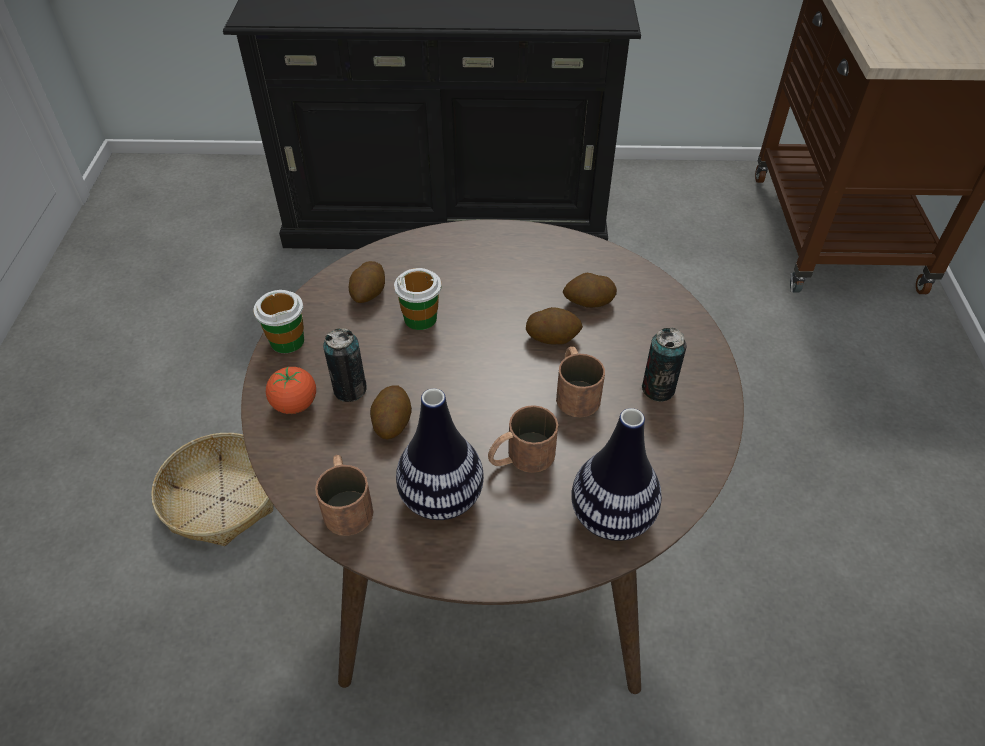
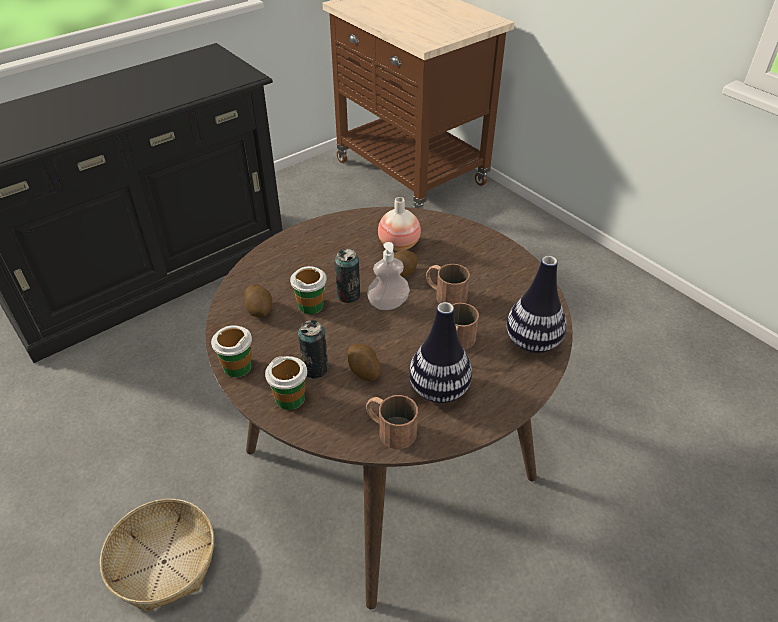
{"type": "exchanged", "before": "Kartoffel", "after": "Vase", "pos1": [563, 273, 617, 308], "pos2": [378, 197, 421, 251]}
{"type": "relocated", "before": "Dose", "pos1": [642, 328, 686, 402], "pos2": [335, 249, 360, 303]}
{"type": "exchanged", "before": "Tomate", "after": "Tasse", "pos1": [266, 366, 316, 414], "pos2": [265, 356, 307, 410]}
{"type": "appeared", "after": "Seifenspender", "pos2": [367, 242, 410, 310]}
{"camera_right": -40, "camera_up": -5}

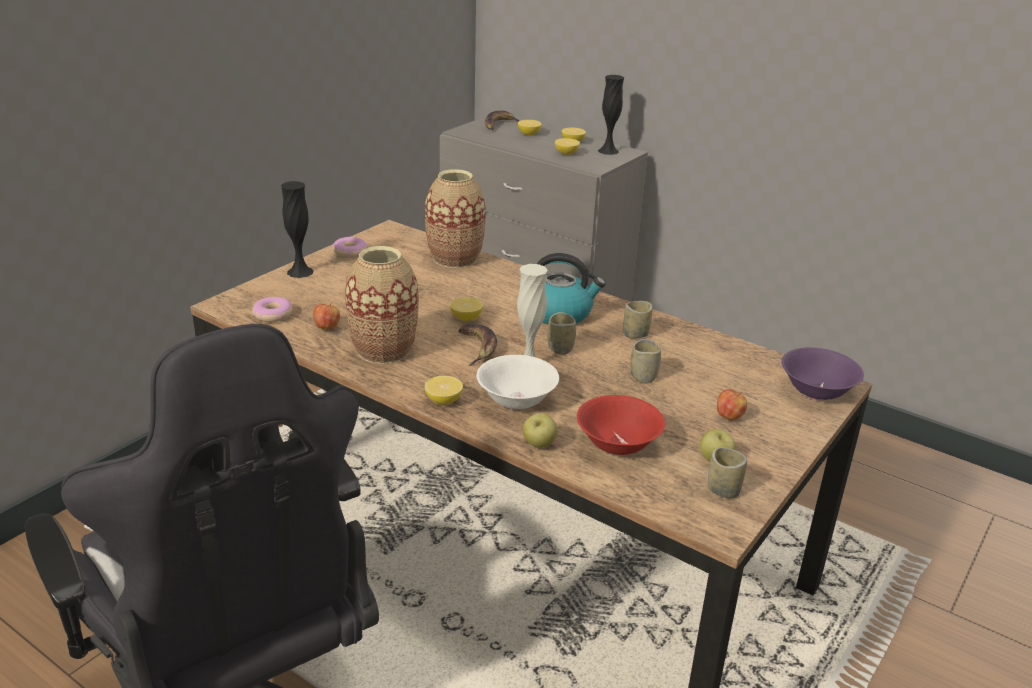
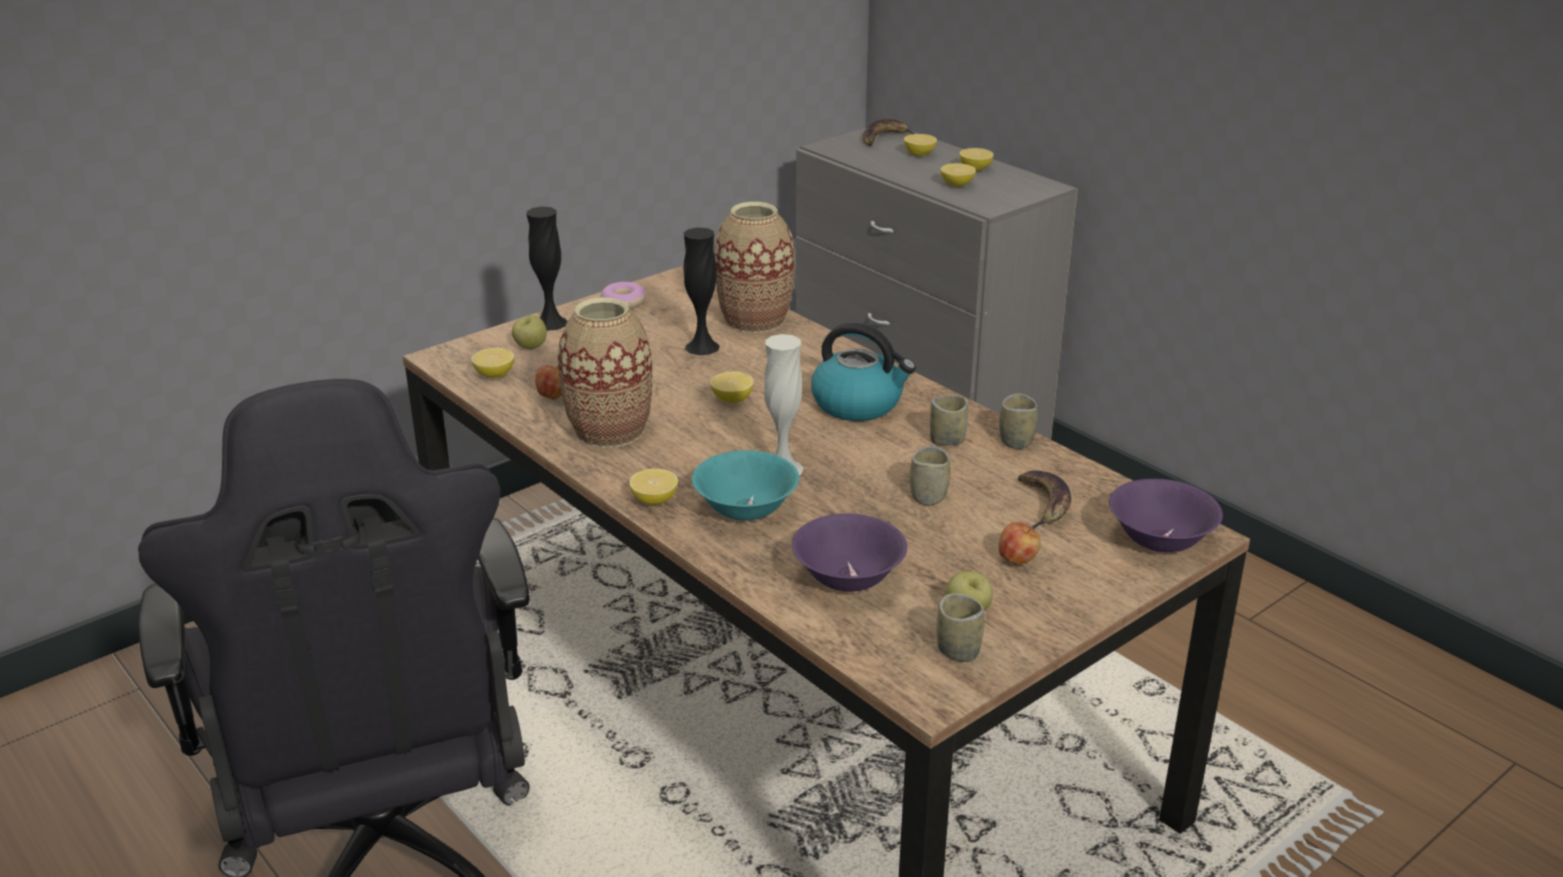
{"type": "relocated", "before": "Vase/schwarz", "pos1": [598, 75, 624, 155], "pos2": [683, 228, 720, 355]}
{"type": "exchanged", "before": "Donut", "after": "Zitrone", "pos1": [252, 297, 293, 322], "pos2": [471, 348, 514, 378]}
{"type": "relocated", "before": "Tasse", "pos1": [547, 312, 576, 355], "pos2": [999, 394, 1038, 449]}
{"type": "relocated", "before": "Banane", "pos1": [458, 324, 497, 366], "pos2": [1018, 470, 1071, 530]}
{"type": "colour", "before": "Schüssel/weiß", "after": "Schüssel/türkis", "pos1": [476, 355, 559, 410], "pos2": [692, 450, 799, 522]}
{"type": "colour", "before": "Schüssel/rot", "after": "Schüssel/lila", "pos1": [577, 395, 665, 455], "pos2": [792, 513, 907, 592]}
{"type": "relocated", "before": "Apfel", "pos1": [523, 413, 558, 448], "pos2": [512, 315, 547, 349]}
{"camera_right": 15, "camera_up": 0}

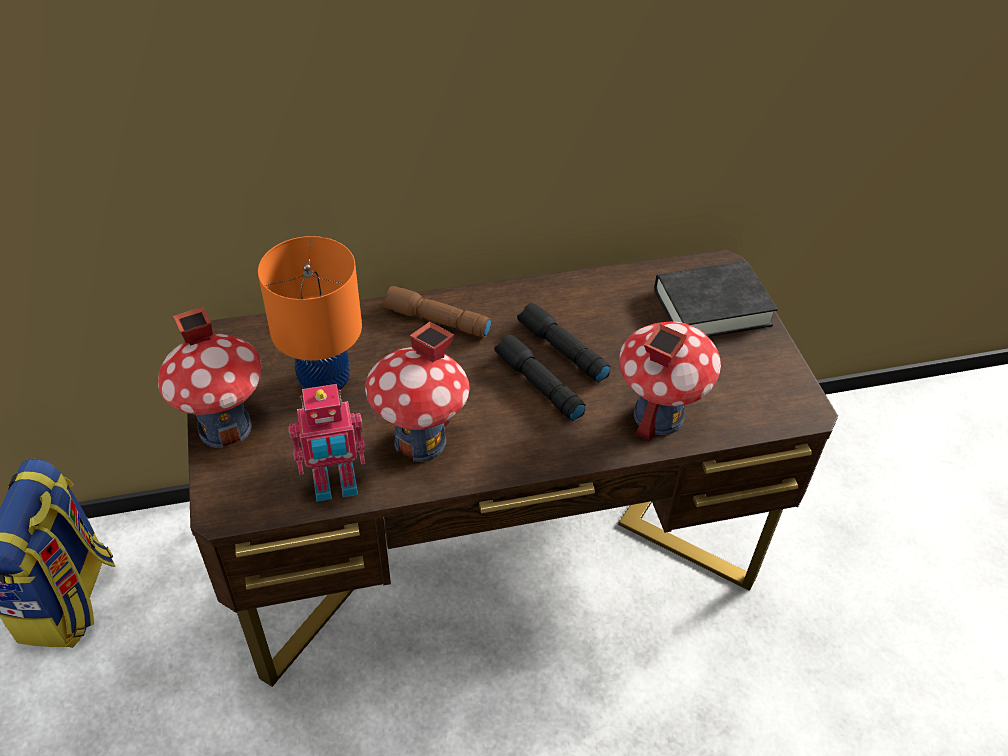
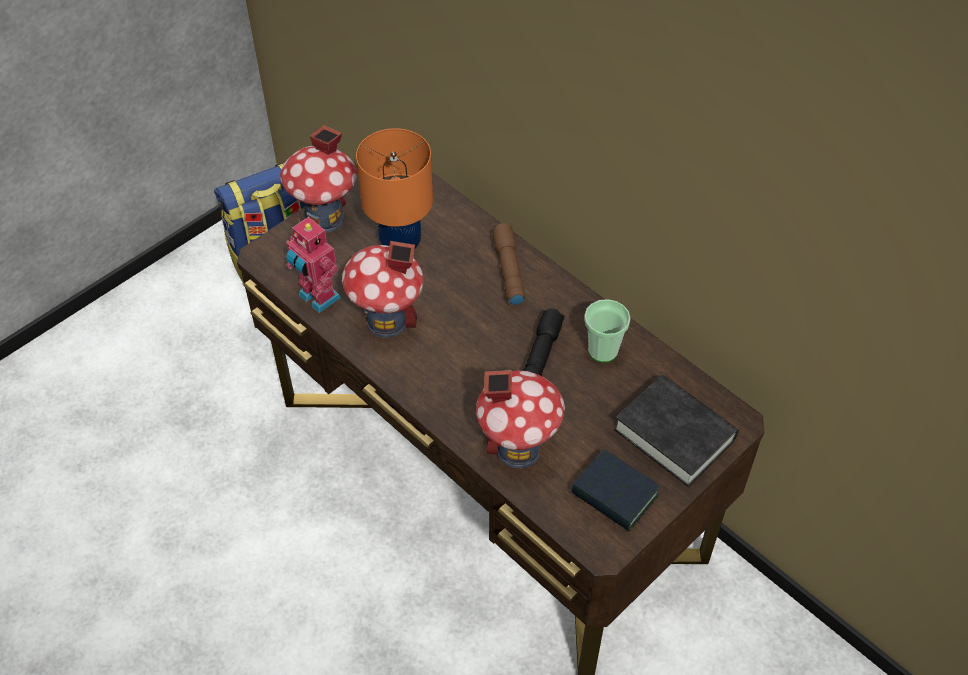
{"type": "missing", "before": "Taschenlampe/schwarz", "pos1": [494, 334, 585, 421]}
{"type": "appeared", "after": "Tasse", "pos2": [584, 299, 631, 362]}
{"type": "appeared", "after": "Buch", "pos2": [571, 450, 660, 531]}
{"camera_right": 60, "camera_up": 5}

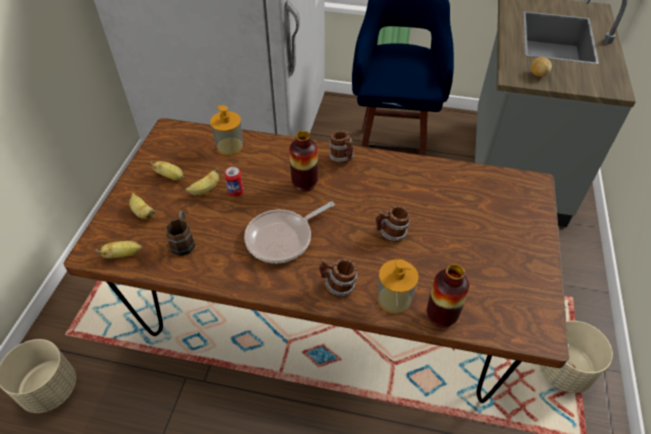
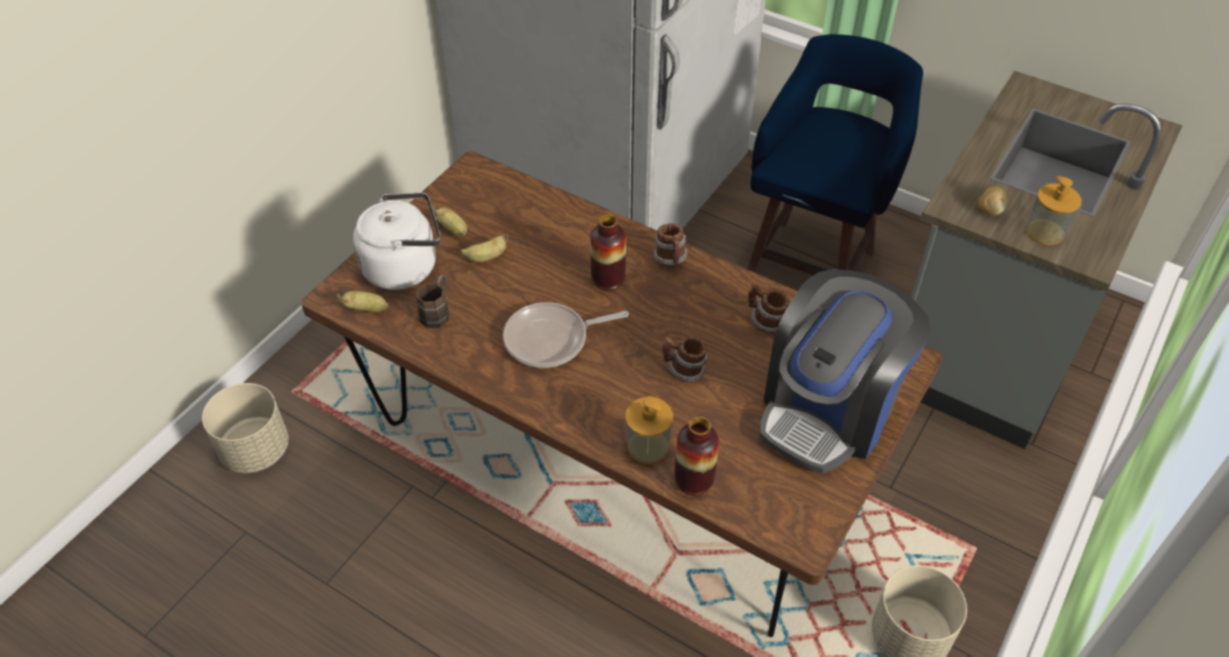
{"type": "relocated", "before": "Seifenspender", "pos1": [210, 106, 243, 155], "pos2": [1027, 176, 1082, 245]}
{"type": "missing", "before": "Dose", "pos1": [225, 167, 244, 197]}
{"type": "exchanged", "before": "Banane", "after": "Wasserkessel/weiß", "pos1": [129, 193, 155, 220], "pos2": [353, 192, 441, 290]}
{"type": "relocated", "before": "Henkelbecher", "pos1": [319, 258, 357, 297], "pos2": [748, 283, 790, 334]}
{"type": "appeared", "after": "Kaffeemaschine", "pos2": [760, 269, 931, 474]}
{"camera_right": 20, "camera_up": 0}

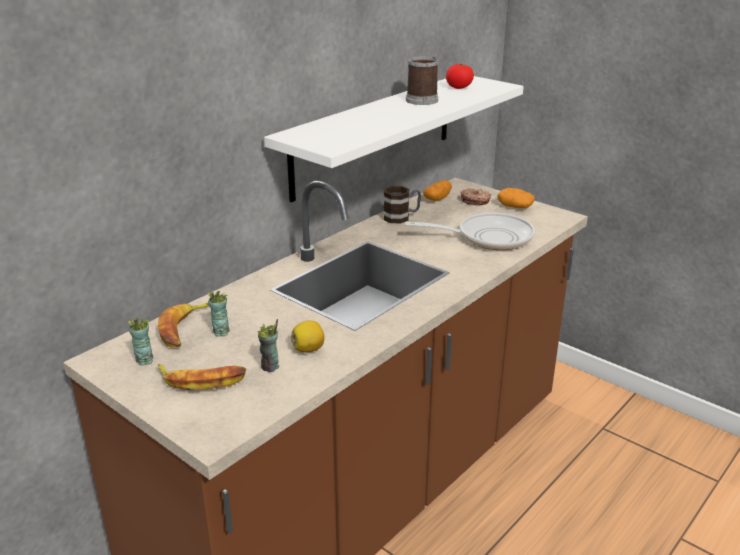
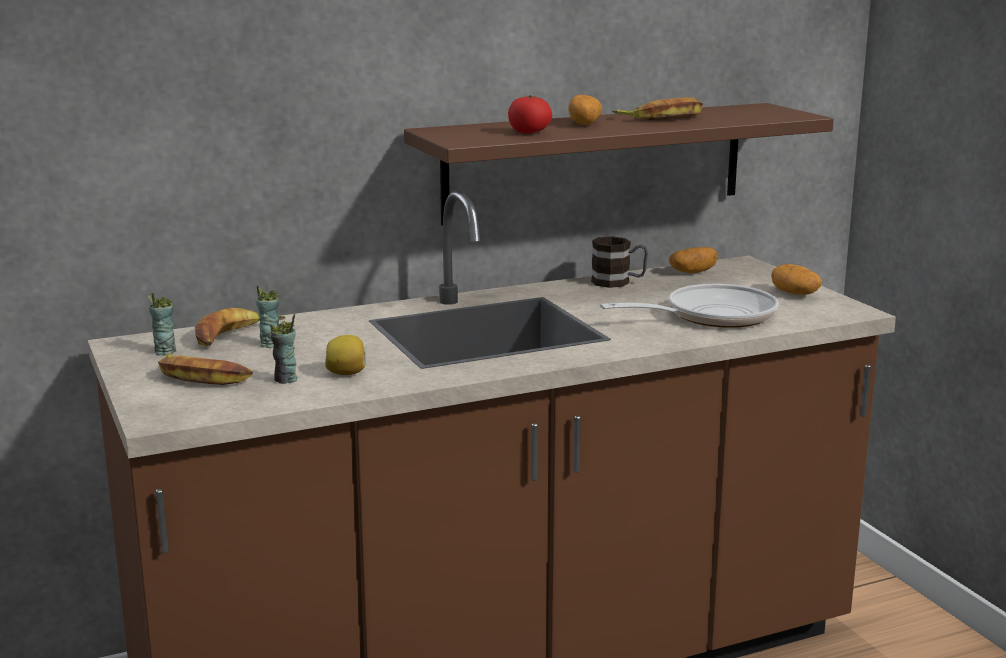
{"type": "exchanged", "before": "Henkelbecher", "after": "Banane", "pos1": [406, 57, 438, 105], "pos2": [612, 97, 703, 120]}
{"type": "relocated", "before": "Tomate", "pos1": [446, 64, 474, 89], "pos2": [508, 95, 552, 134]}
{"type": "colour", "before": "Wandregal/weiß", "after": "Wandregal/braun", "pos1": [264, 76, 524, 202], "pos2": [404, 103, 834, 226]}
{"type": "missing", "before": "Donut", "pos1": [460, 188, 491, 205]}
{"type": "spun", "before": "Pfanne", "pos1": [405, 213, 535, 250], "pos2": [600, 284, 779, 328], "turn": -45}
{"type": "appeared", "after": "Kartoffel", "pos2": [568, 95, 603, 125]}
{"camera_right": 25, "camera_up": -10}

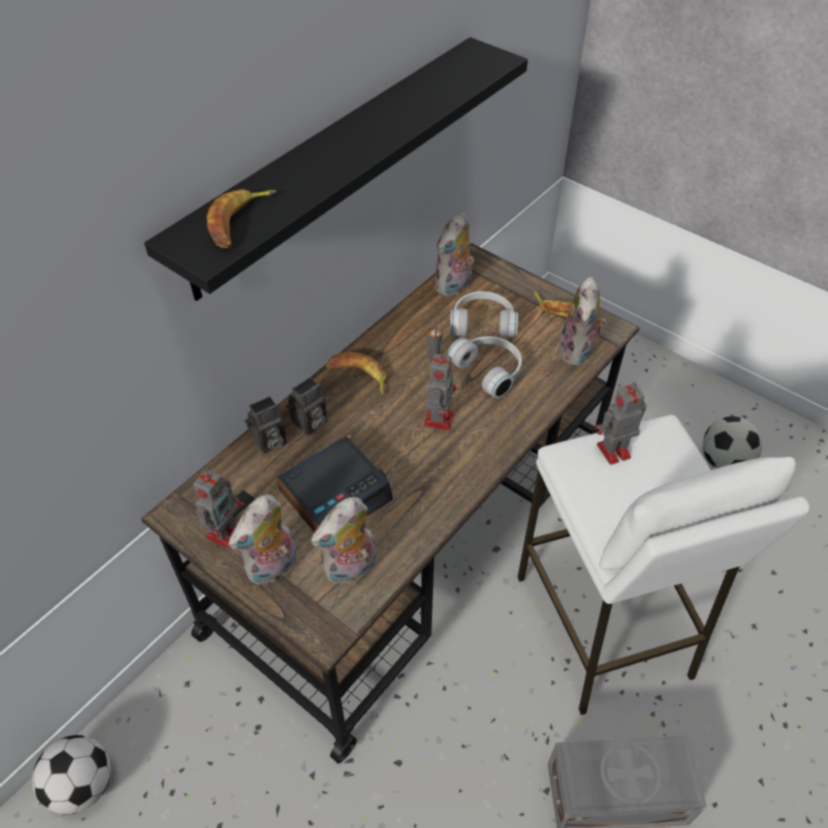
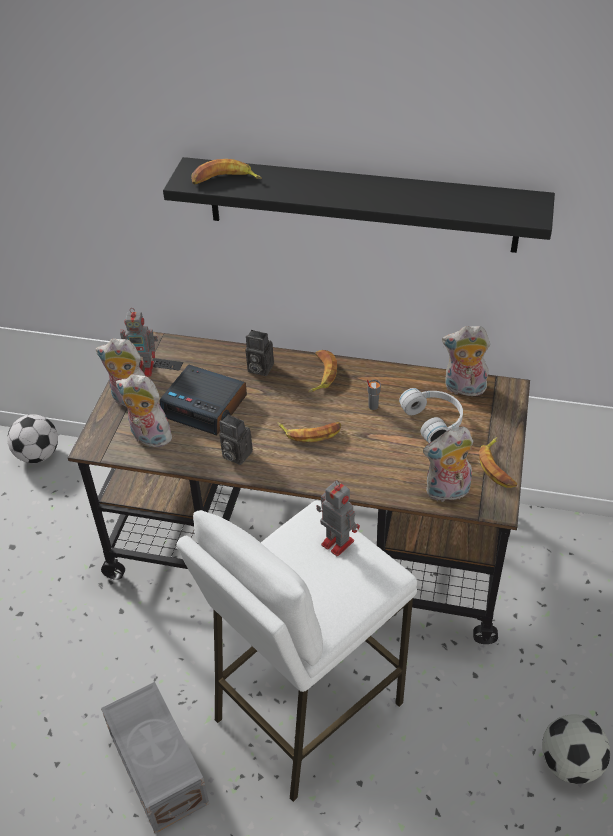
{"type": "missing", "before": "Kopfhörer/weiß", "pos1": [448, 336, 522, 398]}
{"type": "exchanged", "before": "Spielzeugroboter", "after": "Banane", "pos1": [424, 352, 456, 431], "pos2": [277, 422, 341, 442]}
{"type": "relocated", "before": "Kamera", "pos1": [244, 396, 287, 454], "pos2": [219, 414, 253, 465]}
{"camera_right": 65, "camera_up": -5}

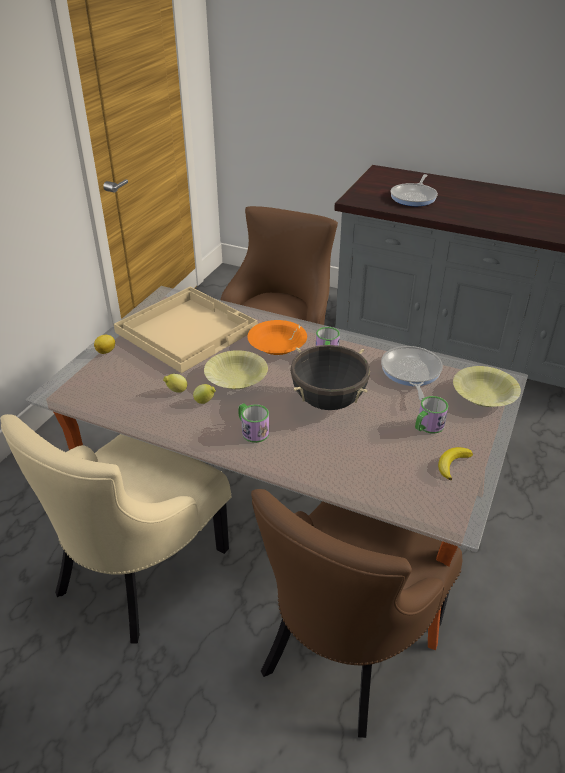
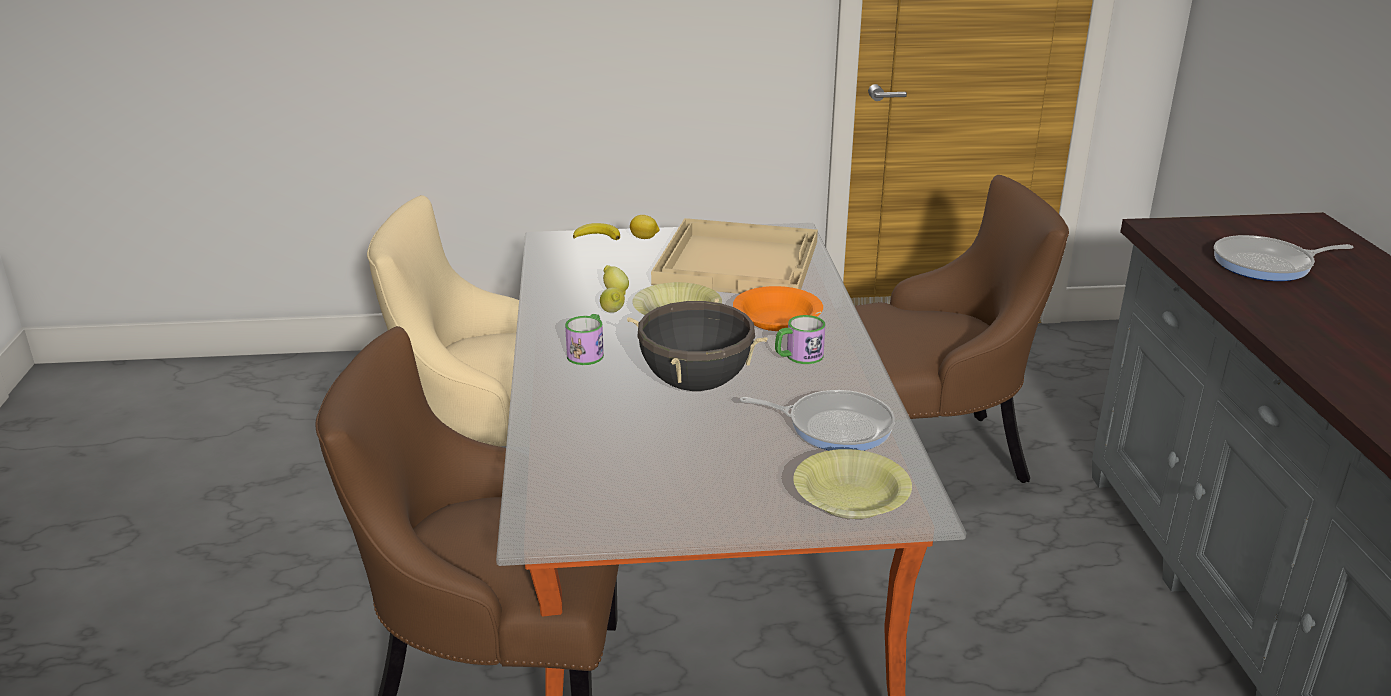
{"type": "spun", "before": "Pfanne", "pos1": [381, 346, 443, 401], "pos2": [740, 390, 895, 451], "turn": 45}
{"type": "missing", "before": "Henkelbecher", "pos1": [415, 396, 448, 434]}
{"type": "relocated", "before": "Banane", "pos1": [438, 447, 473, 480], "pos2": [573, 223, 620, 240]}
{"camera_right": 60, "camera_up": -10}

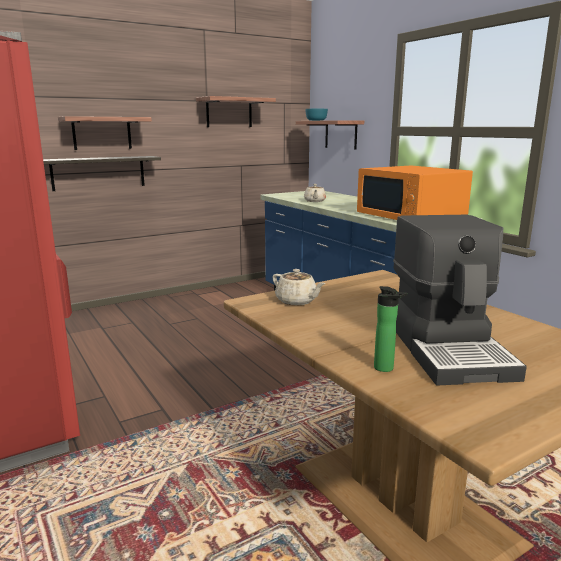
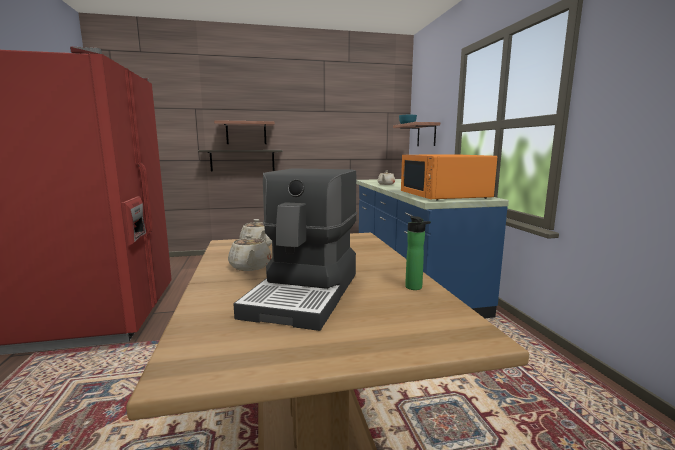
{"type": "missing", "before": "Wandregal", "pos1": [196, 96, 276, 127]}
{"type": "relocated", "before": "Flasche", "pos1": [374, 286, 407, 372], "pos2": [405, 216, 431, 290]}
{"type": "appeared", "after": "Teekanne/beige", "pos2": [228, 234, 271, 271]}
{"camera_right": 20, "camera_up": -5}

